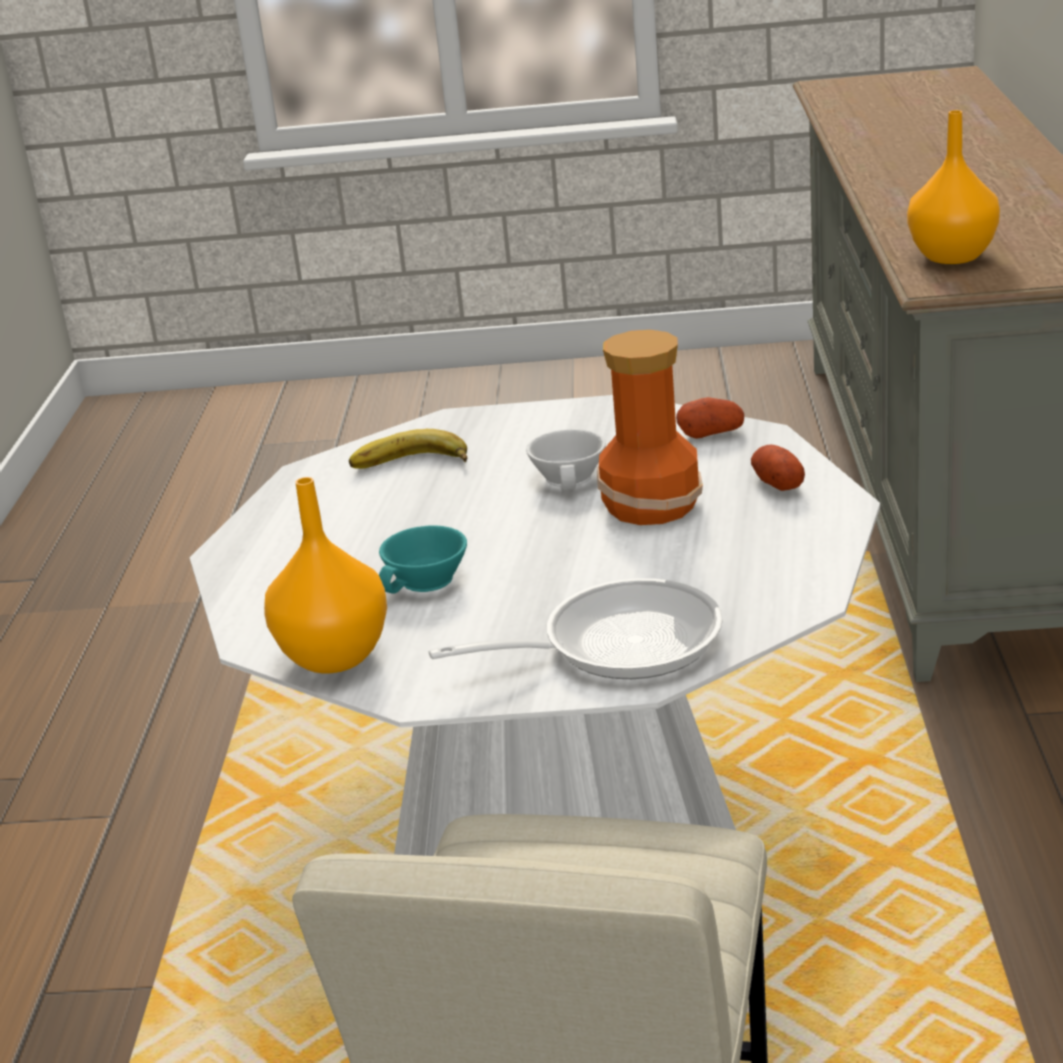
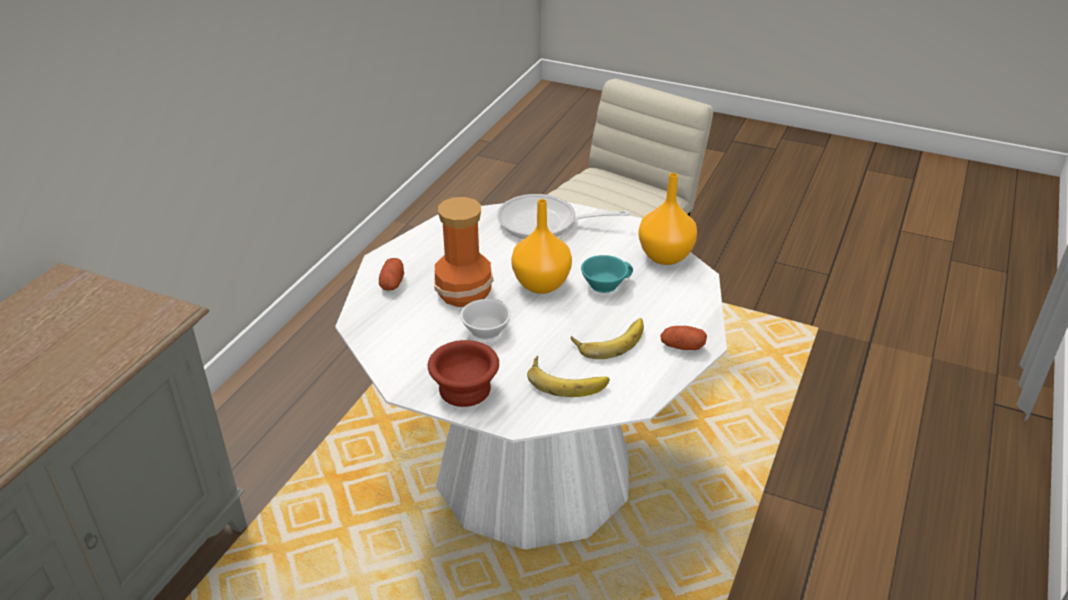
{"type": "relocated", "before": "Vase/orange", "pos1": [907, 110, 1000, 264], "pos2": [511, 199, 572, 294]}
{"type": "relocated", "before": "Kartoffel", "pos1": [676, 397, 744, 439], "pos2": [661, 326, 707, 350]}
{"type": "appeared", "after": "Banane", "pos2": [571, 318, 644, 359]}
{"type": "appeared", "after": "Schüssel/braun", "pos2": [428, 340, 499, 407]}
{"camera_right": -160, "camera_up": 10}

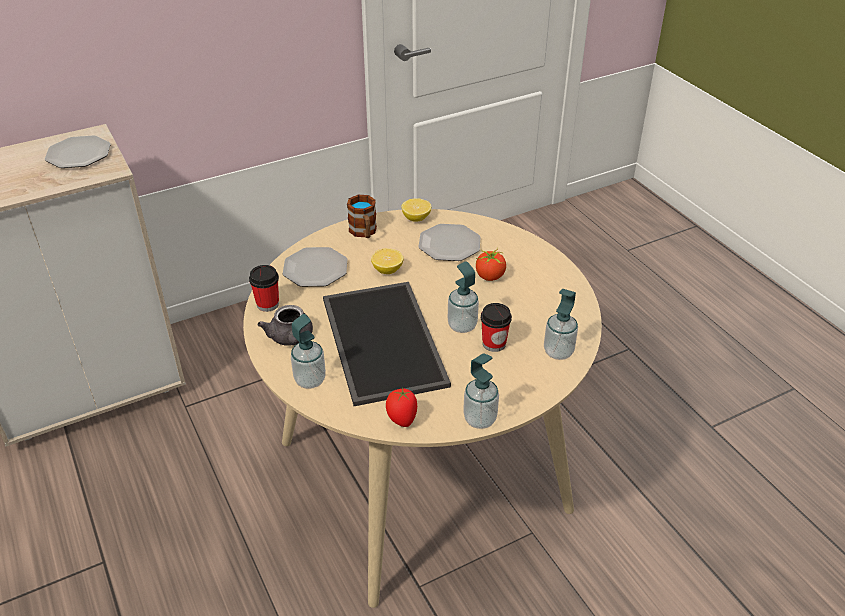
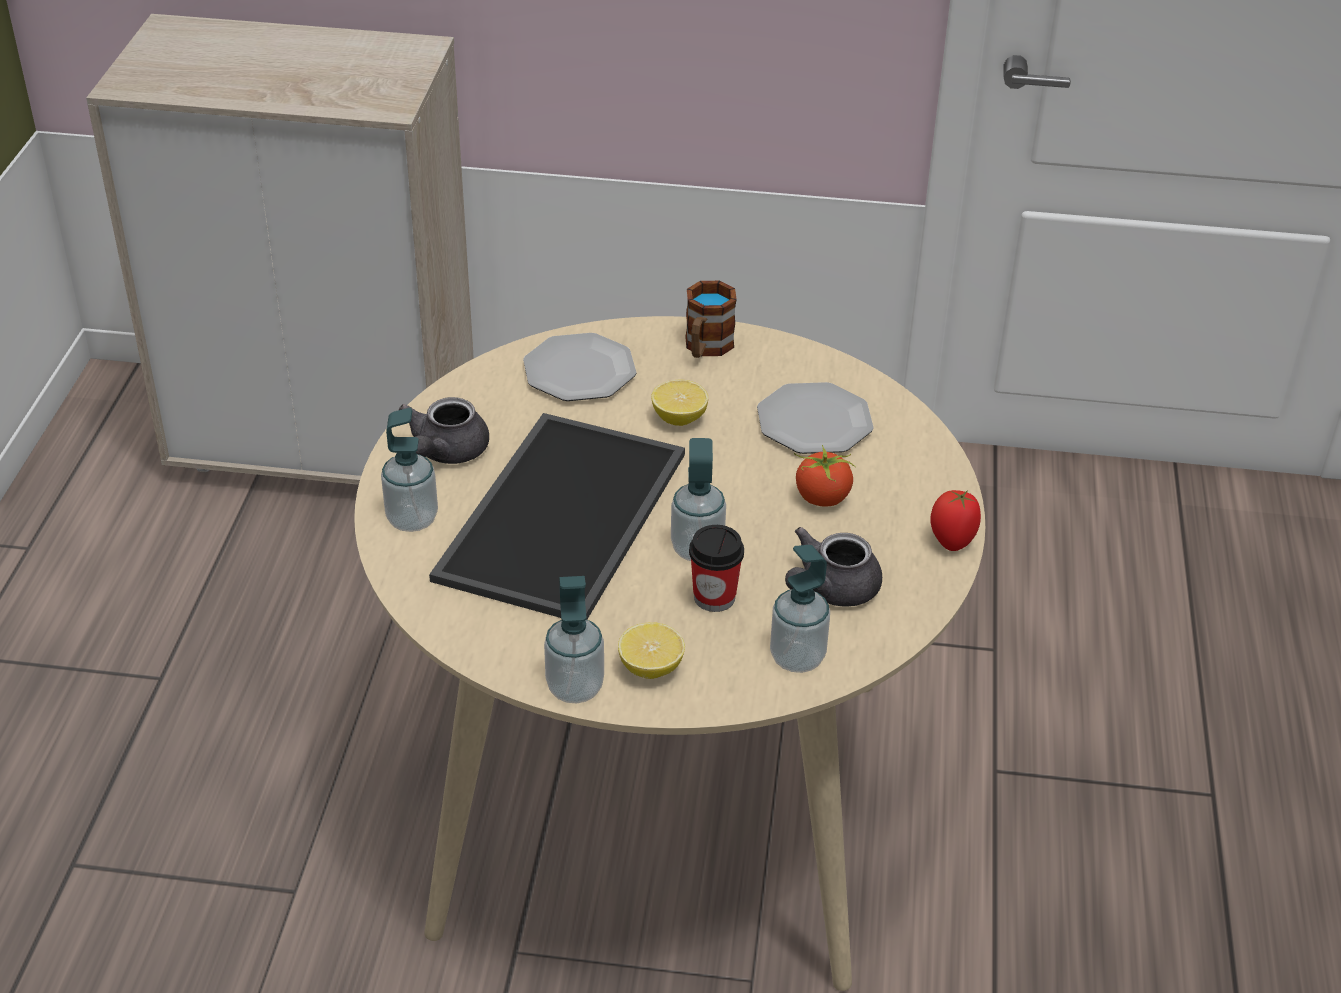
{"type": "missing", "before": "Teller", "pos1": [45, 135, 111, 168]}
{"type": "relocated", "before": "Zitrone", "pos1": [402, 198, 431, 222], "pos2": [618, 622, 685, 679]}
{"type": "missing", "before": "Tasse", "pos1": [249, 265, 279, 312]}
{"type": "relocated", "before": "Tomate", "pos1": [386, 388, 417, 427], "pos2": [930, 490, 981, 551]}
{"type": "appeared", "after": "Teekanne/grau", "pos2": [785, 527, 882, 607]}
{"camera_right": 35, "camera_up": 0}

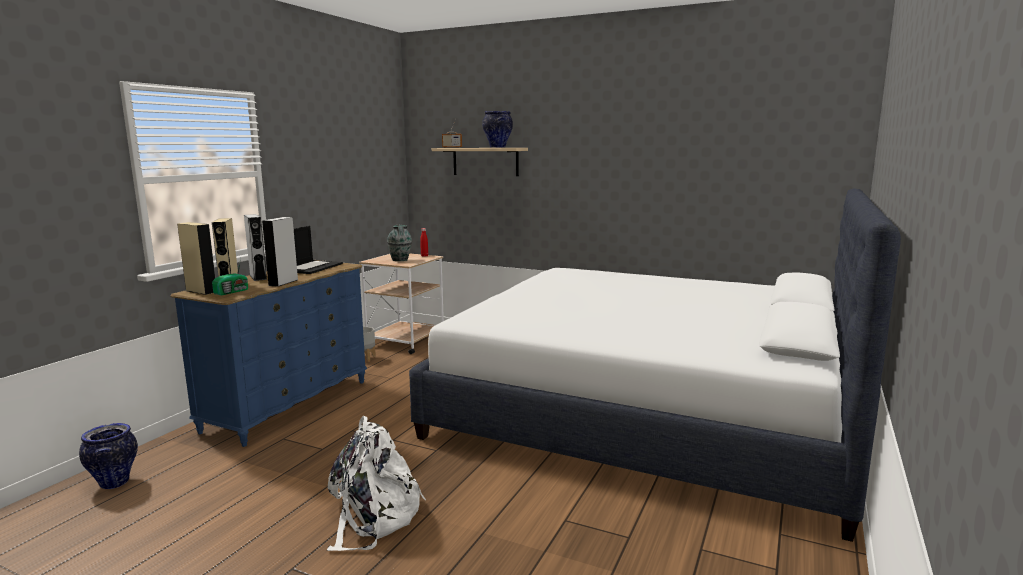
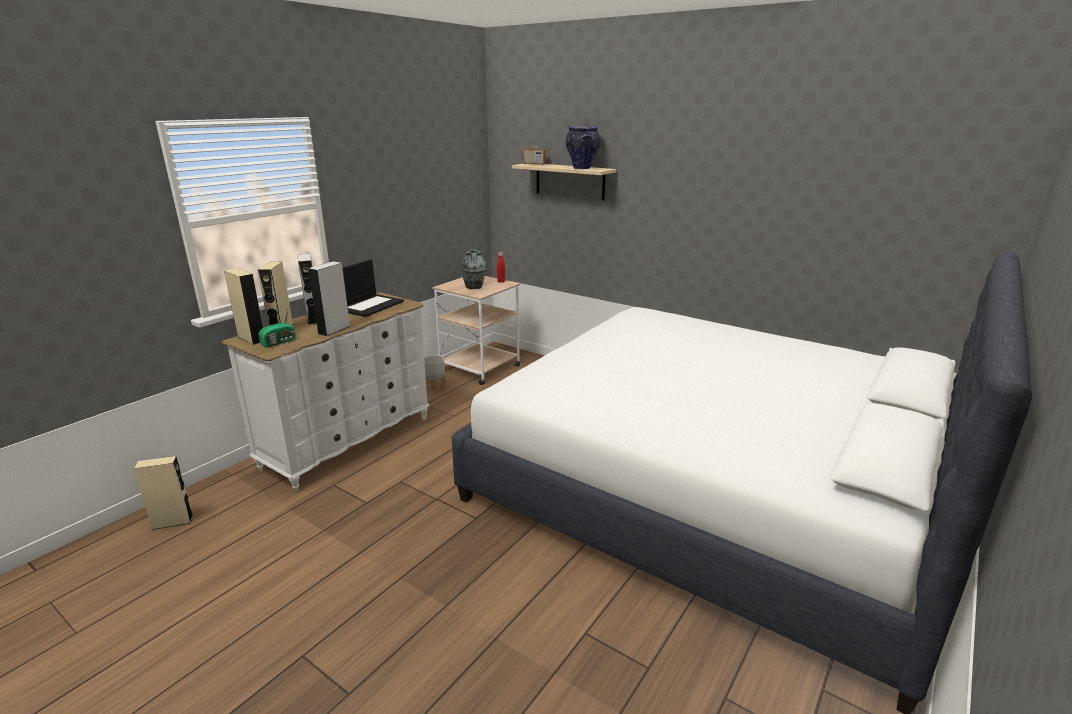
{"type": "colour", "before": "Kommode/blau", "after": "Kommode/weiß", "pos1": [170, 260, 367, 447], "pos2": [222, 292, 429, 491]}
{"type": "missing", "before": "Rucksack/weiß", "pos1": [327, 416, 426, 551]}
{"type": "exchanged", "before": "Vase", "after": "Lautsprecher/beige", "pos1": [79, 423, 138, 489], "pos2": [133, 456, 193, 530]}
{"camera_right": 10, "camera_up": 10}

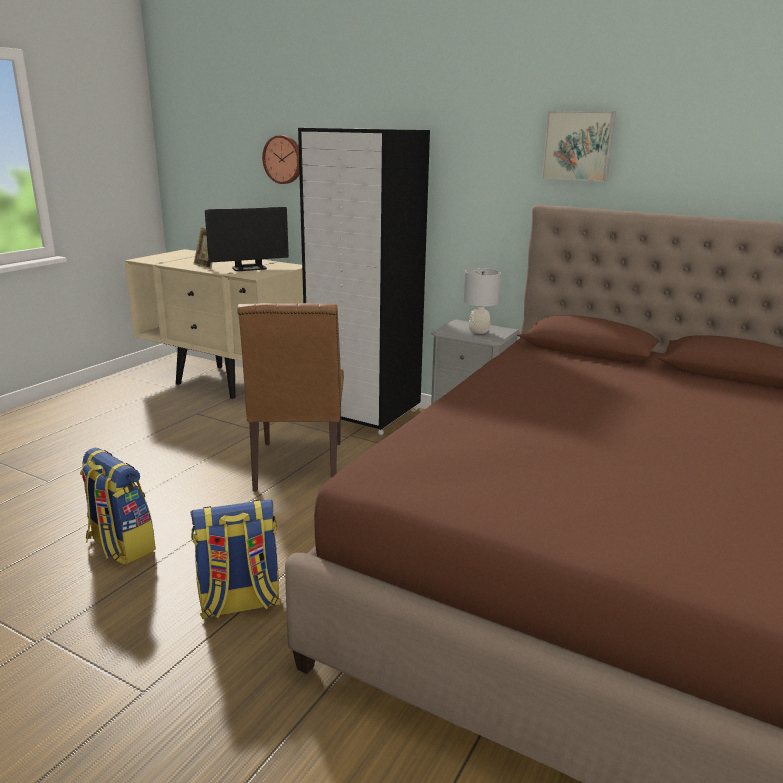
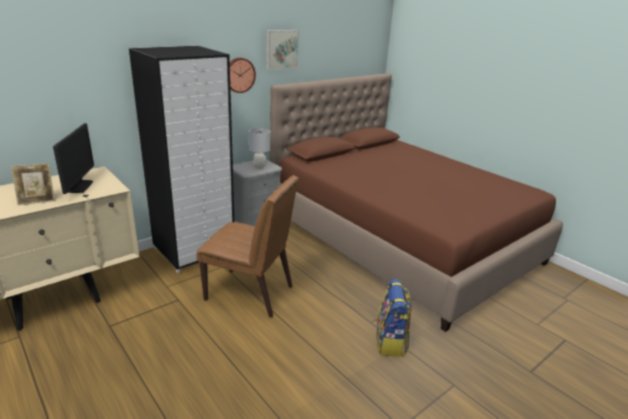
{"type": "relocated", "before": "Wanduhr", "pos1": [262, 135, 299, 184], "pos2": [230, 58, 256, 93]}
{"type": "missing", "before": "Rucksack", "pos1": [80, 448, 156, 565]}
{"camera_right": -70, "camera_up": 5}

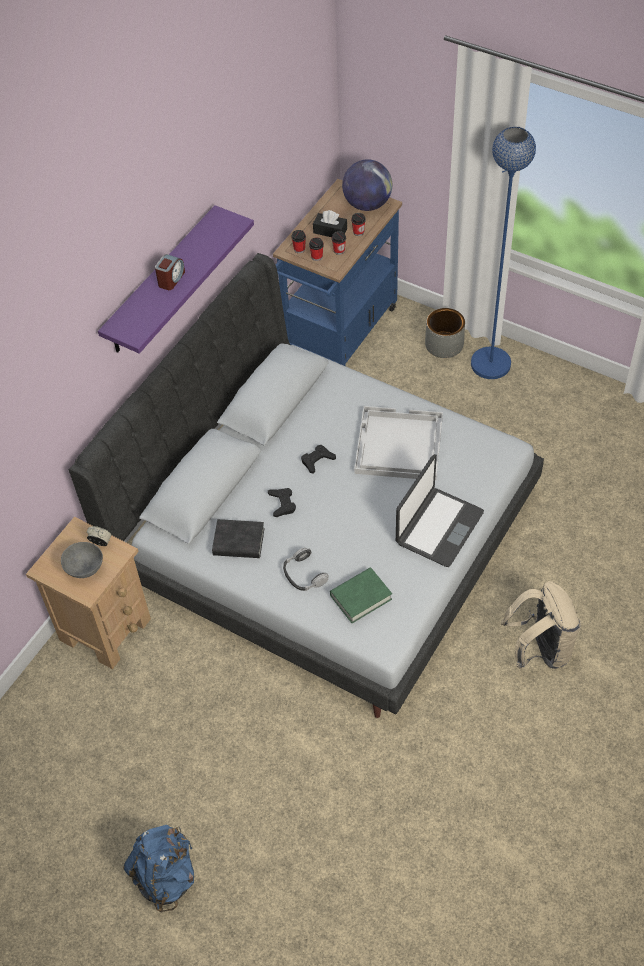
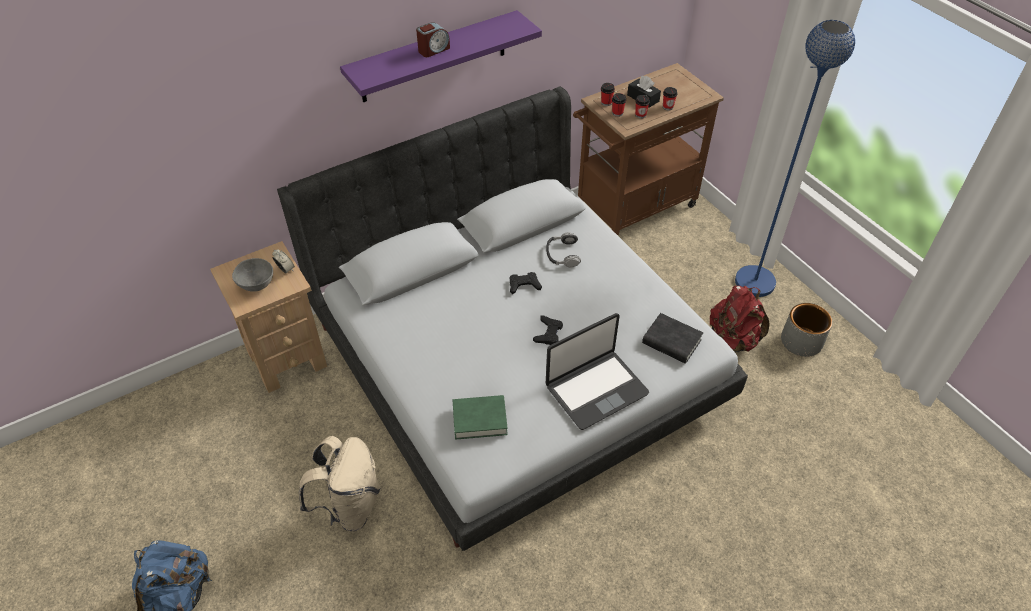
{"type": "missing", "before": "Globus", "pos1": [342, 159, 392, 211]}
{"type": "colour", "before": "Rollwagen/blau", "after": "Rollwagen/braun", "pos1": [273, 179, 402, 366], "pos2": [573, 63, 724, 235]}
{"type": "relocated", "before": "Pflanzkübel/grau", "pos1": [425, 308, 465, 358], "pos2": [781, 303, 833, 357]}
{"type": "missing", "before": "Tablett/weiß", "pos1": [354, 406, 443, 481]}
{"type": "relocated", "before": "Gamepad/schwarz", "pos1": [268, 488, 296, 517], "pos2": [533, 316, 563, 345]}
{"type": "relocated", "before": "Buch/schwarz", "pos1": [212, 519, 265, 558], "pos2": [642, 313, 703, 364]}
{"type": "relocated", "before": "Kopfhörer", "pos1": [283, 548, 329, 591], "pos2": [546, 232, 581, 268]}
{"type": "relocated", "before": "Rucksack/beige", "pos1": [501, 581, 581, 669], "pos2": [299, 436, 381, 531]}
{"type": "appeared", "after": "Rucksack/rot", "pos2": [710, 285, 769, 352]}
{"camera_right": 25, "camera_up": -5}

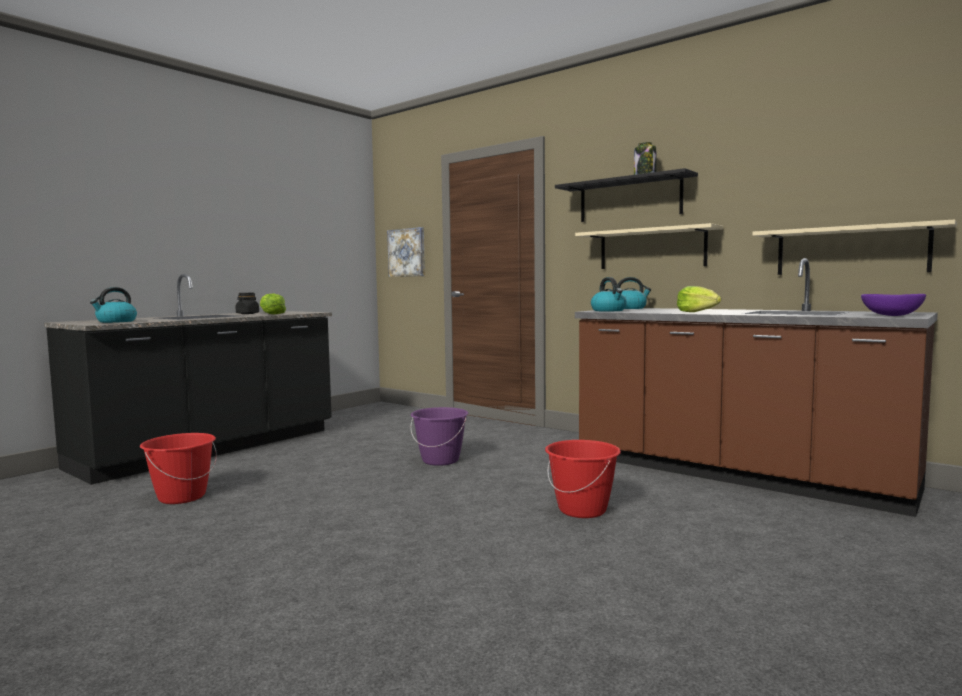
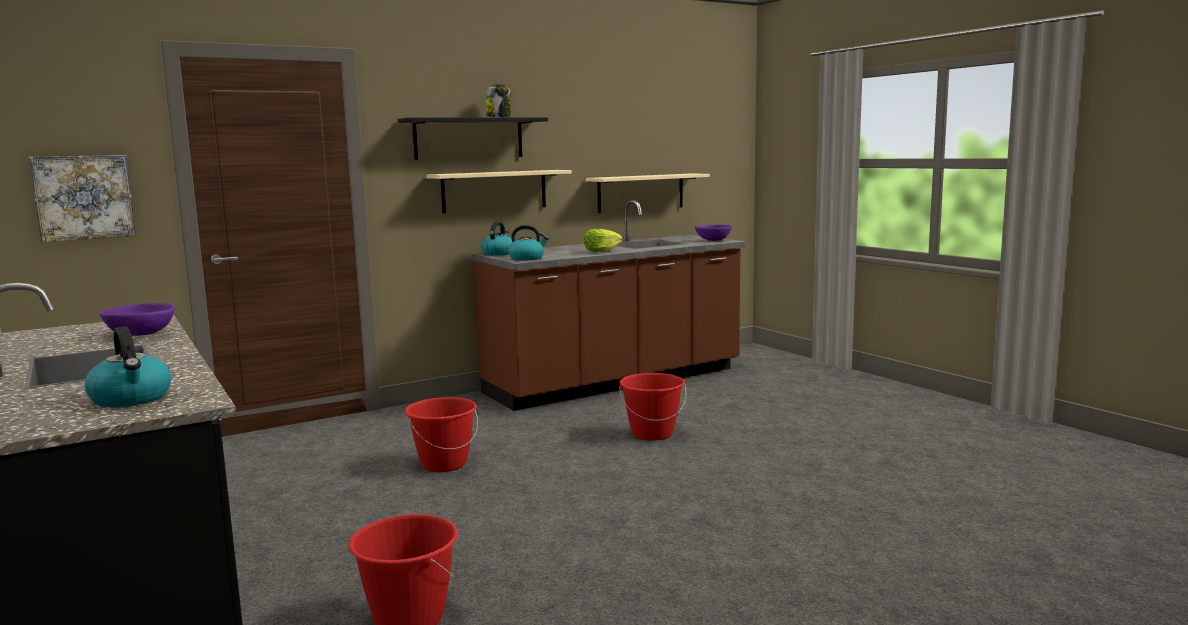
{"type": "missing", "before": "Vorratsglas/schwarz", "pos1": [236, 293, 259, 314]}
{"type": "exchanged", "before": "Salatkopf", "after": "Schüssel/lila", "pos1": [260, 293, 286, 314], "pos2": [99, 303, 175, 336]}
{"type": "colour", "before": "Eimer/lila", "after": "Eimer/rot", "pos1": [411, 407, 468, 466], "pos2": [405, 397, 478, 472]}
{"camera_right": -70, "camera_up": 5}

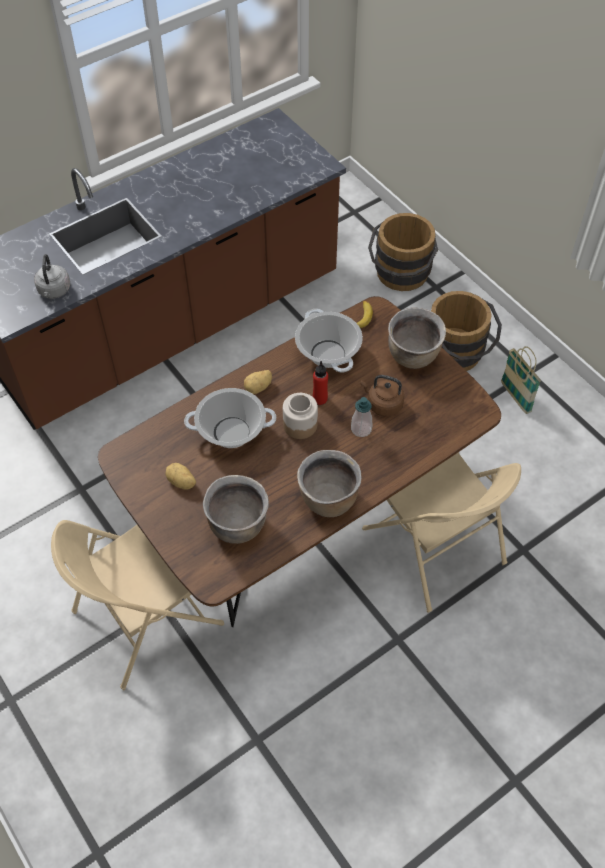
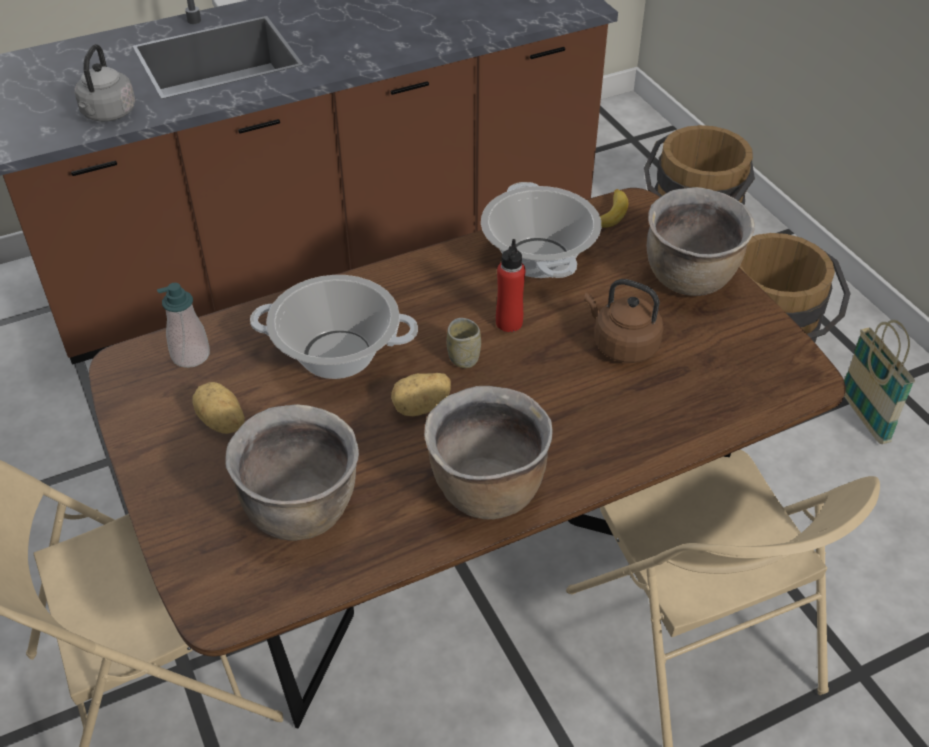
{"type": "relocated", "before": "Kartoffel", "pos1": [244, 370, 272, 394], "pos2": [391, 373, 451, 416]}
{"type": "exchanged", "before": "Vorratsglas", "after": "Tasse", "pos1": [283, 393, 318, 439], "pos2": [446, 318, 481, 368]}
{"type": "relocated", "before": "Seifenspender", "pos1": [351, 397, 372, 437], "pos2": [157, 283, 210, 368]}
{"camera_right": 10, "camera_up": -10}

